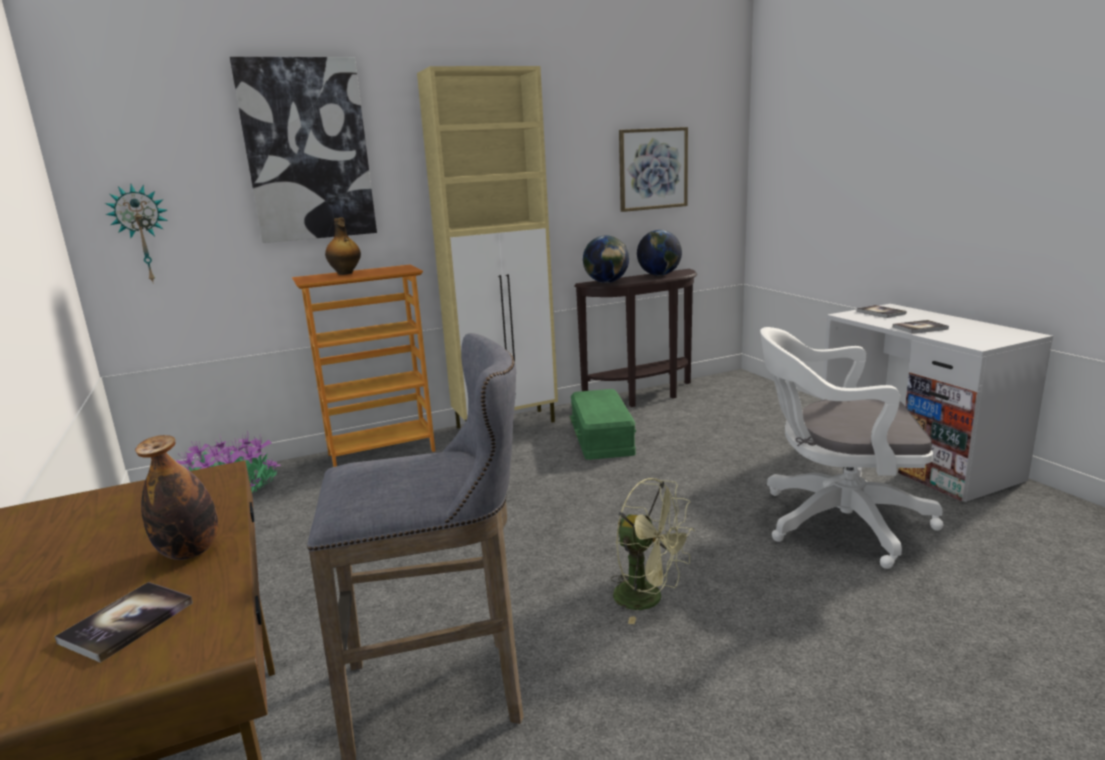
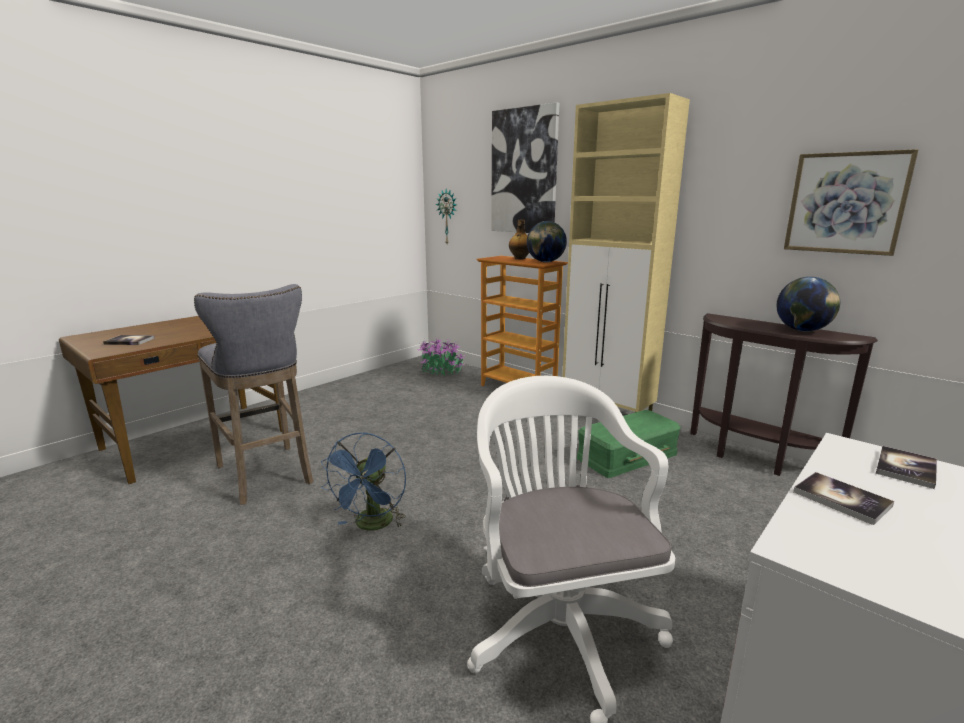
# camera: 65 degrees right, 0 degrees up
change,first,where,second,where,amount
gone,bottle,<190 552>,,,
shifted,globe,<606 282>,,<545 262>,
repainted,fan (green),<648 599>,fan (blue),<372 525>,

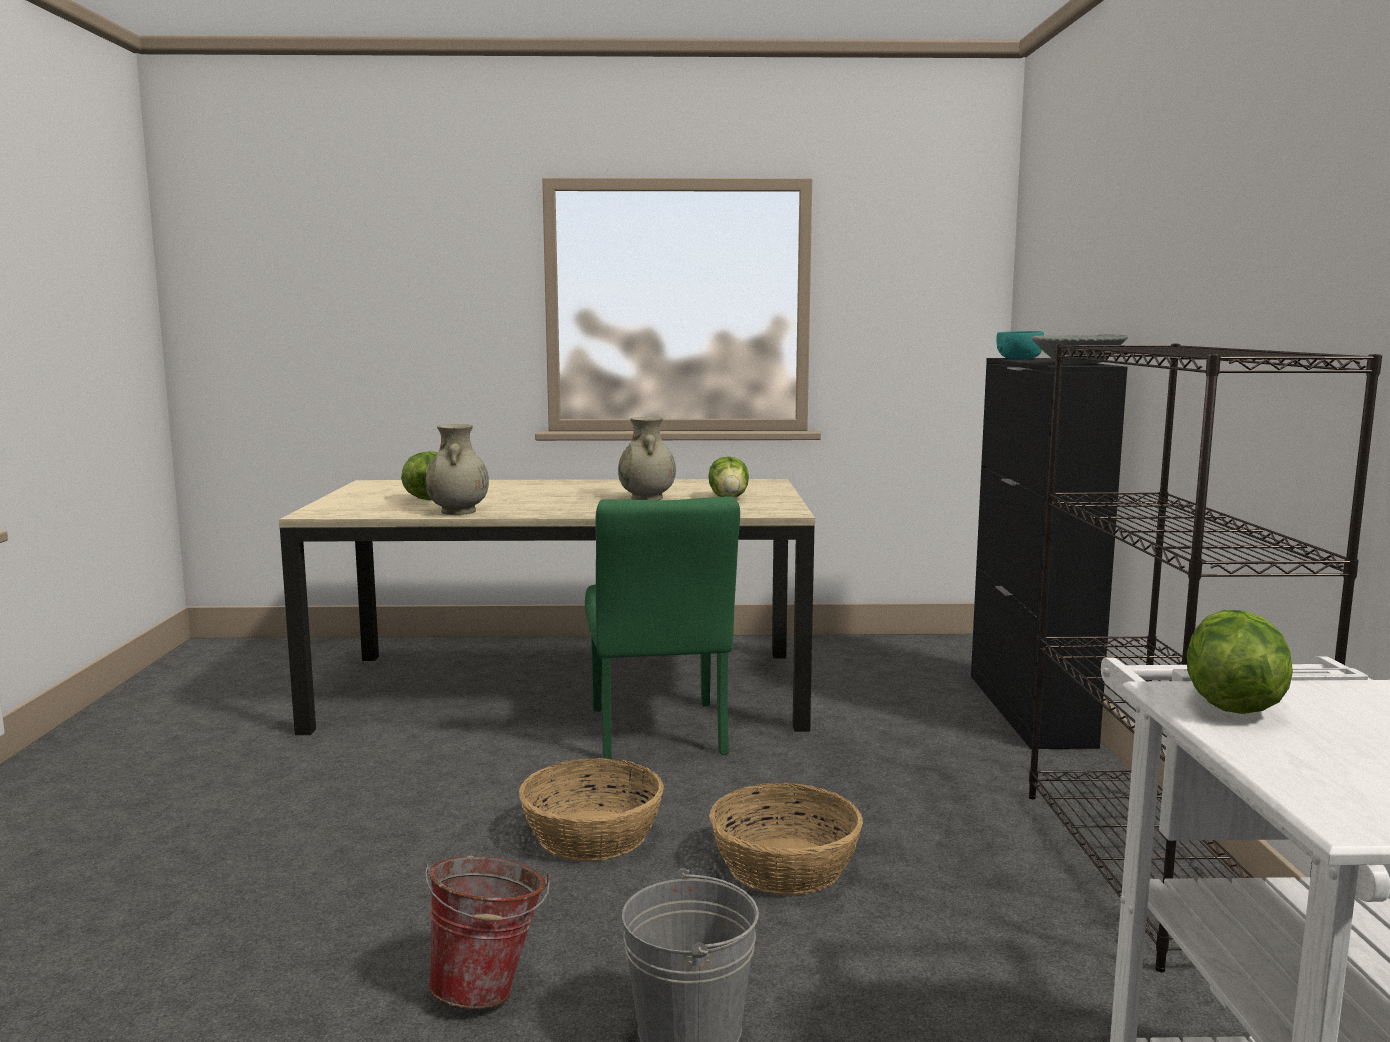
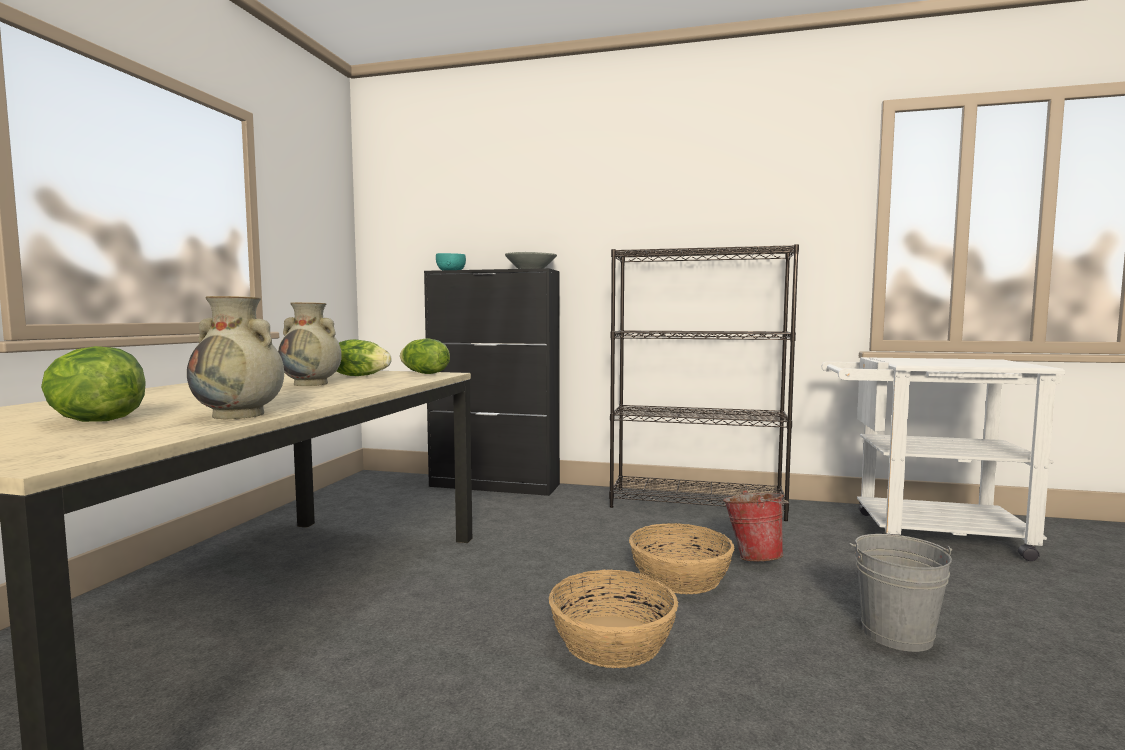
# camera: 75 degrees left, 5 degrees down
change,first,where,second,where,amount
shifted,bucket,<490 989>,,<754 556>,
gone,chair (green),<659 736>,,,
shifted,lettuce,<1229 703>,,<424 373>,

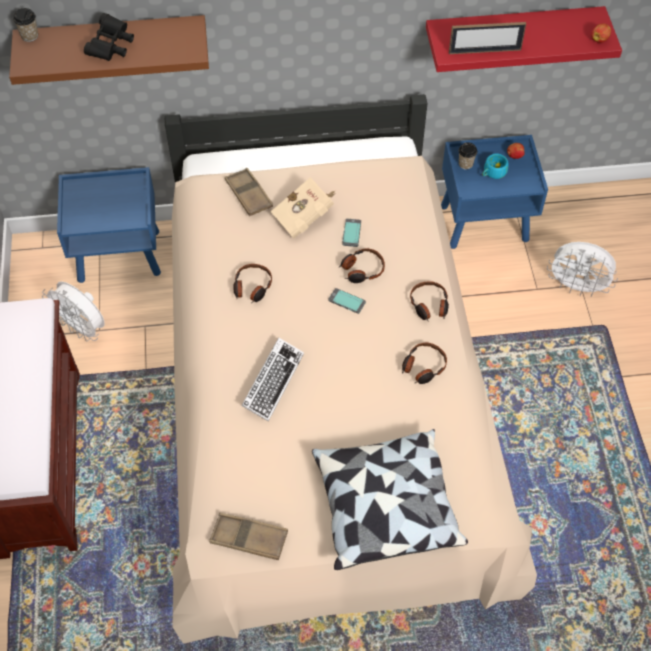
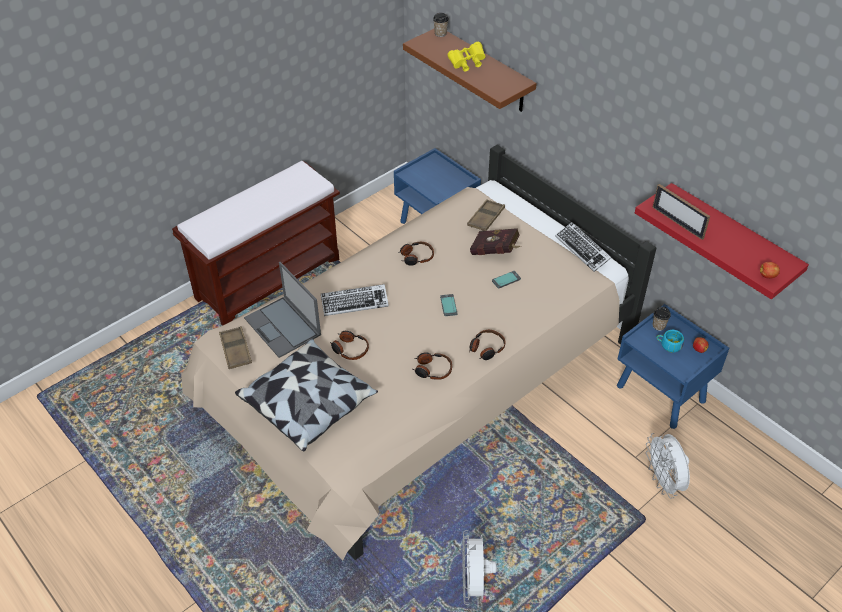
# camera: 55 degrees right, 10 degrees down
change,first,where,second,where,amount
shifted,fan (white),<83 328>,,<474 584>,
repainted,binoculars (black),<111 47>,binoculars (yellow),<467 63>,
repainted,book (beige),<305 217>,book (red),<496 252>,
shifted,headphones,<361 270>,,<349 349>,
new,,,laptop,<283 327>,
new,,,keyboard,<582 249>,

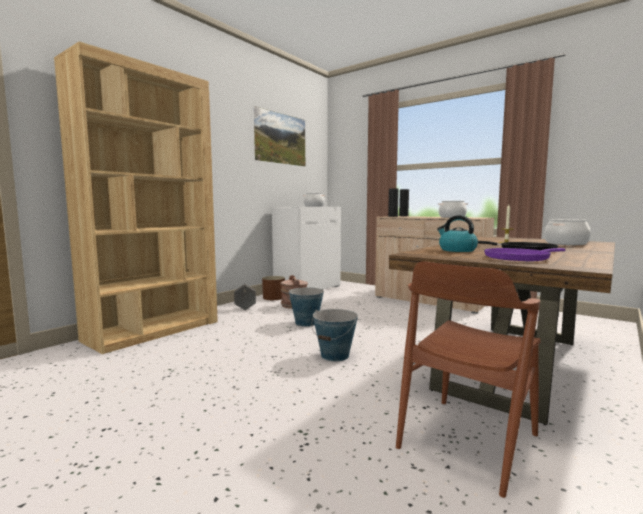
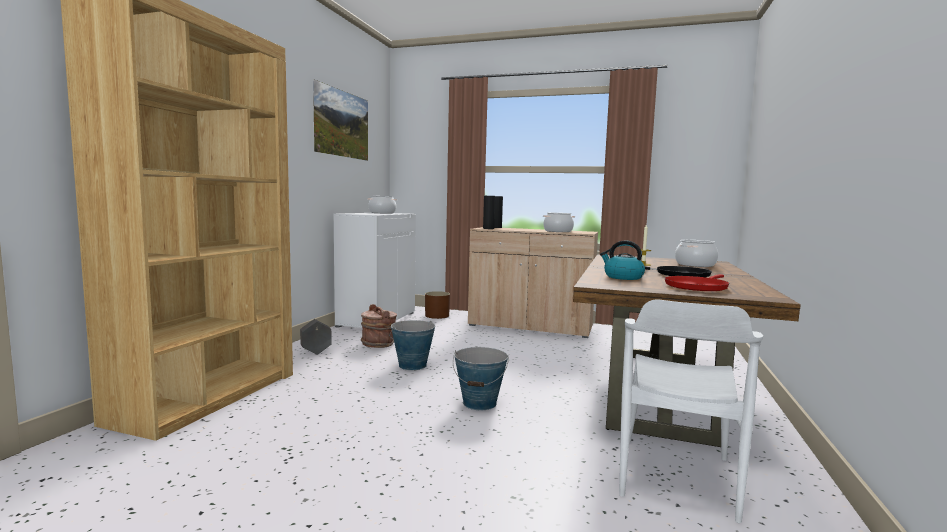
# camera: 20 degrees left, 0 degrees up
change,first,where,second,where,amount
shifted,planter (brown),<273 297>,,<437 315>,
repainted,chair (brown),<467 441>,chair (white),<675 476>,
repainted,frying pan (purple),<519 258>,frying pan (red),<697 287>,

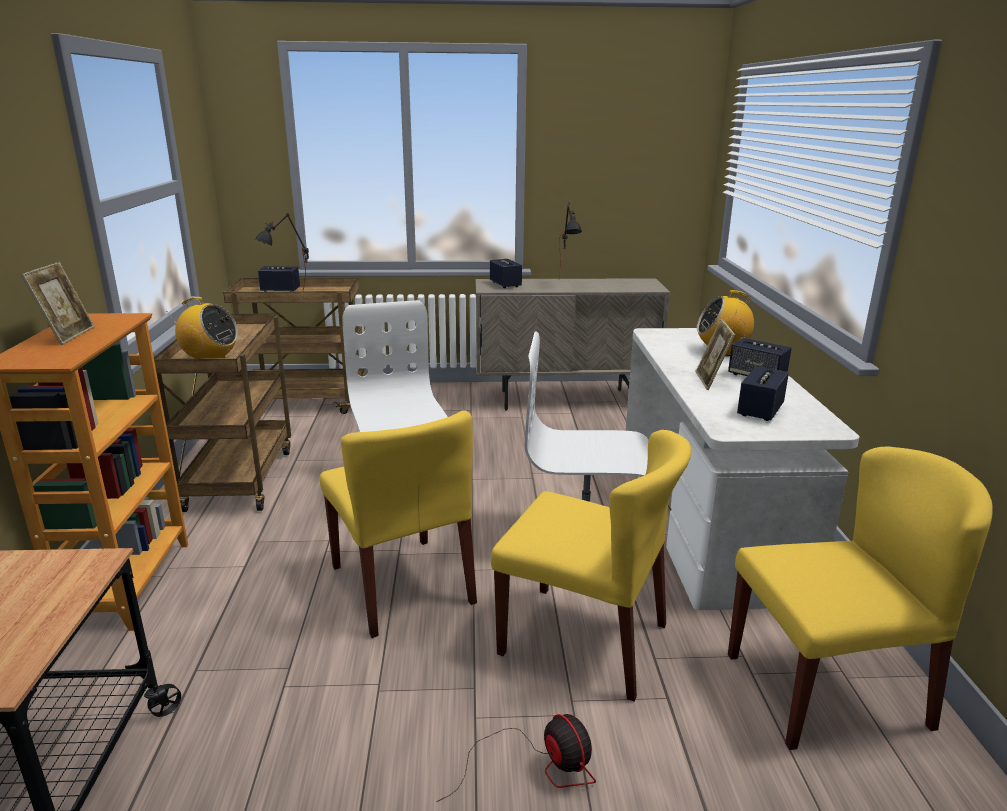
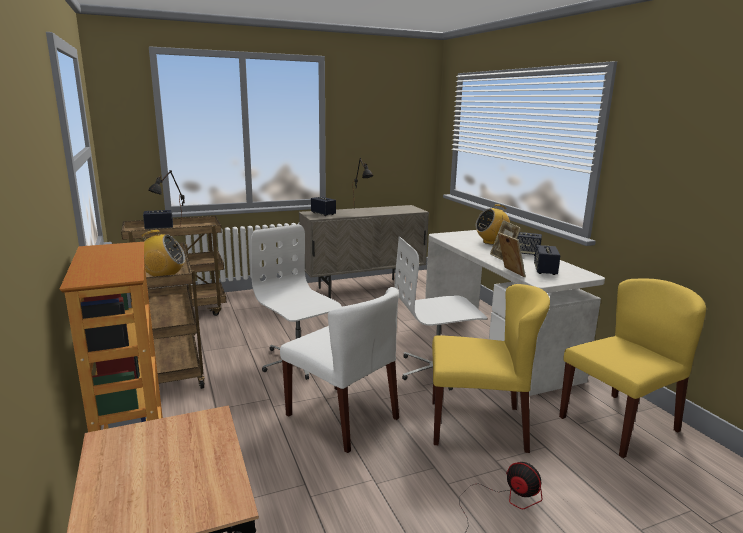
# camera: 20 degrees left, 5 degrees down
change,first,where,second,where,amount
shifted,picture frame,<67 336>,,<509 272>,
repainted,chair (yellow),<402 585>,chair (white),<343 417>,

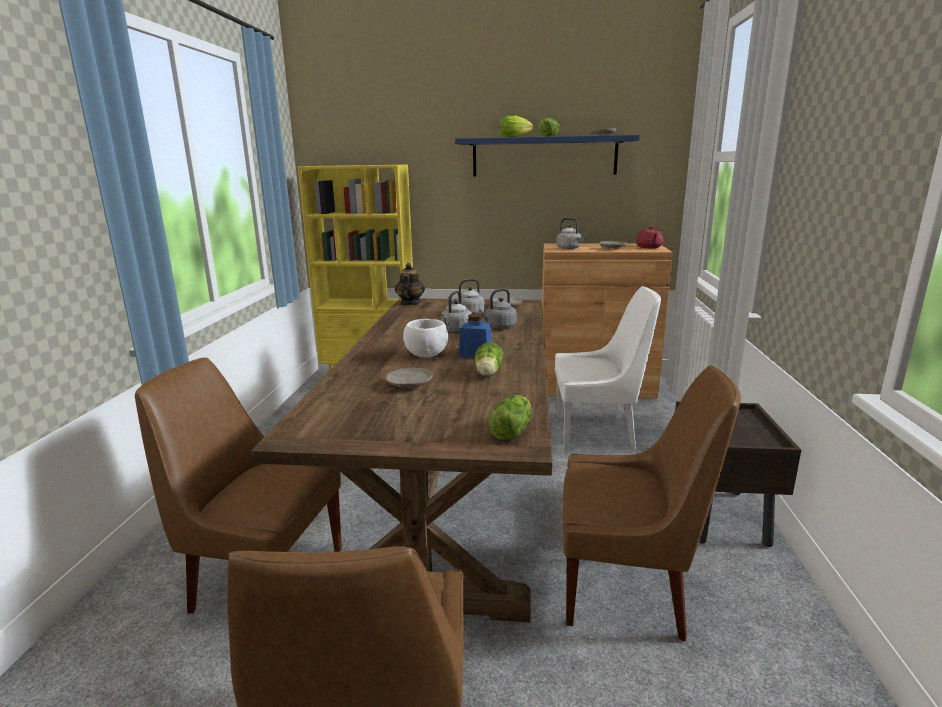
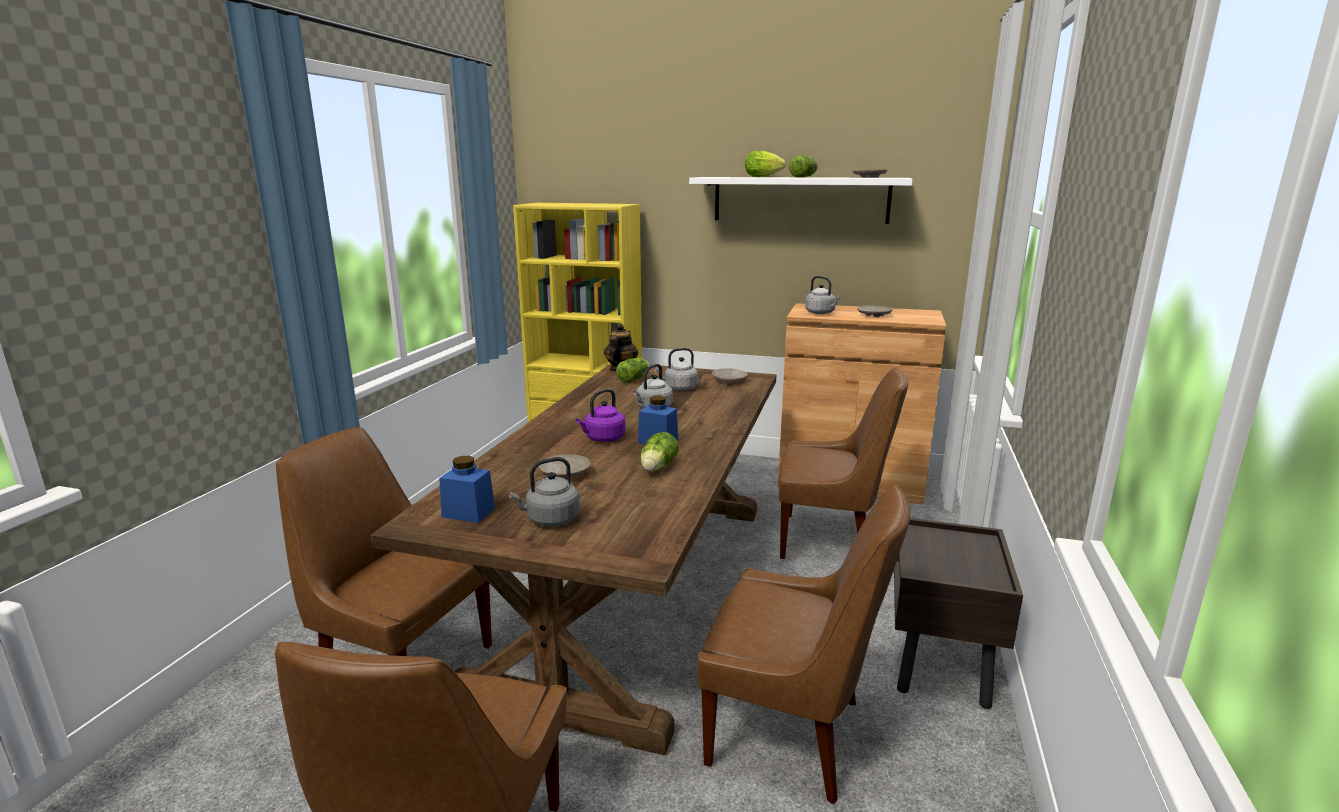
# camera: 10 degrees right, 0 degrees up
change,first,where,second,where,amount
swapped,bowl (white),<426 355>,kettle (purple),<603 439>,
repainted,shelf (blue),<544 157>,shelf (white),<800 199>,
shifted,kettle (grey),<499 327>,,<550 520>,
shifted,lettuce,<512 430>,,<635 379>,
repainted,chair (white),<598 432>,chair (brown),<830 541>,
gone,teapot (red),<649 247>,,,
new,,,jar (blue),<468 512>,

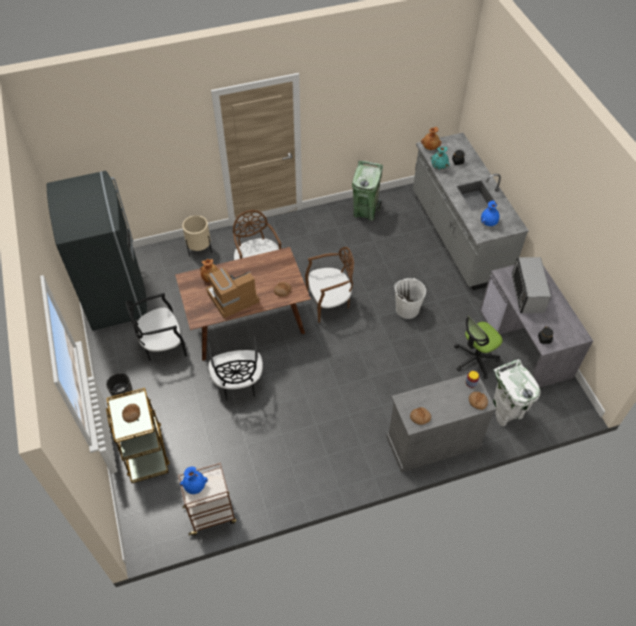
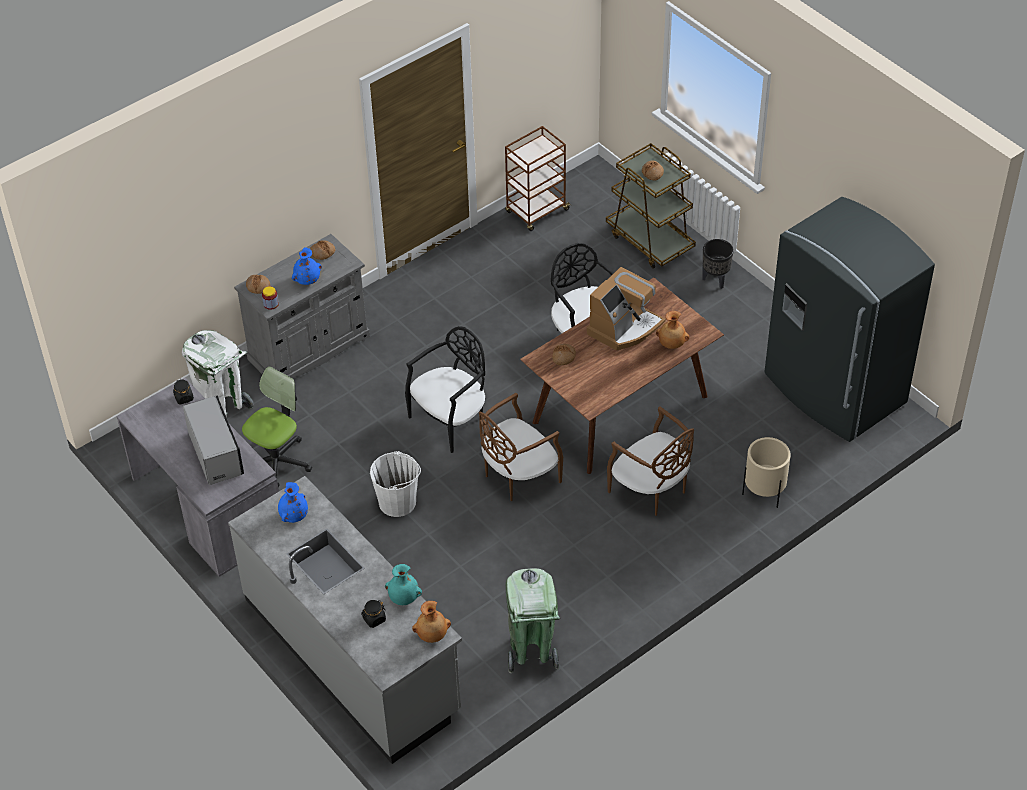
# camera: 160 degrees right, 5 degrees down
change,first,where,second,where,amount
shifted,chair (black),<162 345>,,<451 420>,
shifted,vase (blue),<195 486>,,<307 280>,

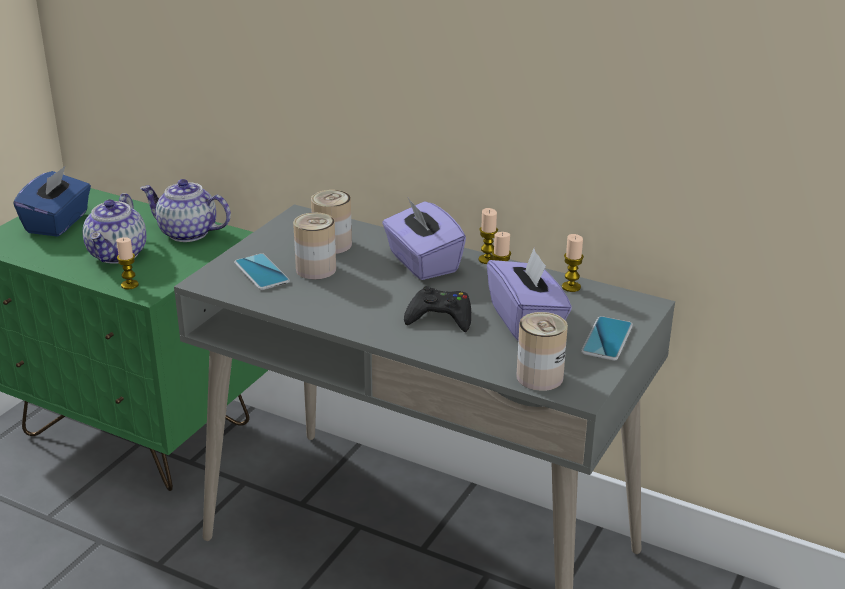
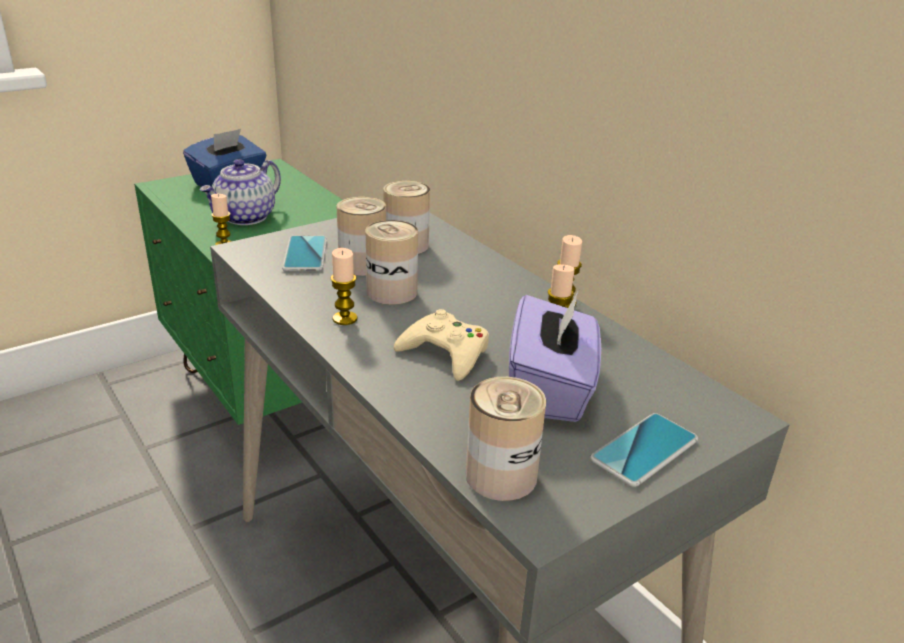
# camera: 25 degrees right, 0 degrees up
change,first,where,second,where,amount
gone,teapot,<187 233>,,,
gone,tissue box (purple),<422 262>,,,
repainted,game controller (black),<440 316>,game controller (beige),<445 353>,
shifted,candle,<571 287>,,<345 319>,
new,,,can,<392 292>,

